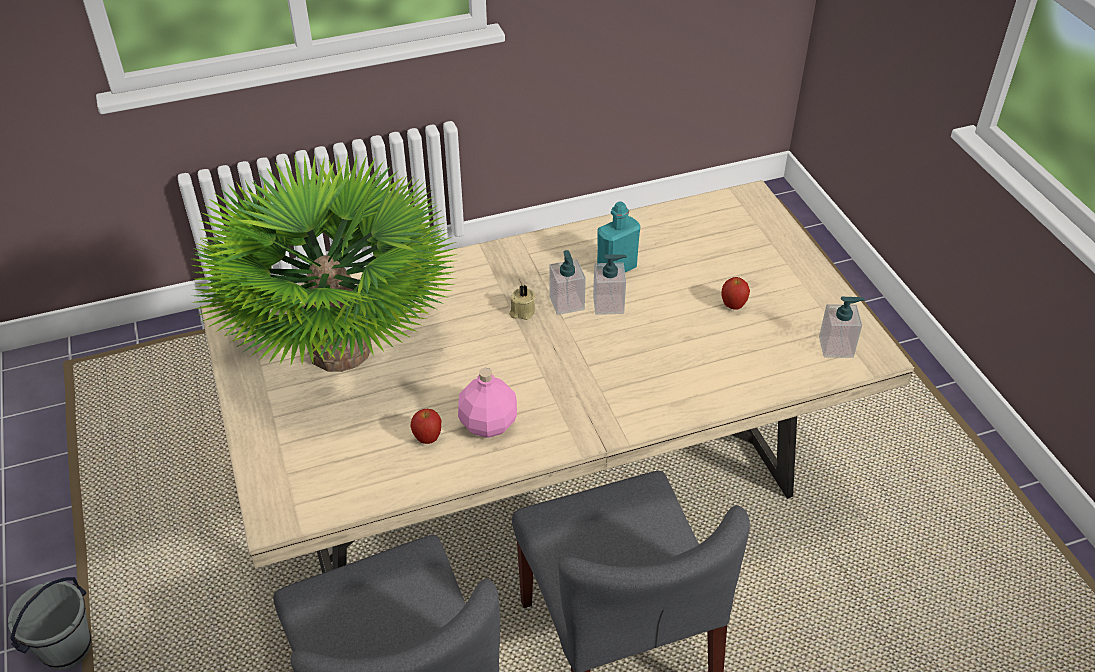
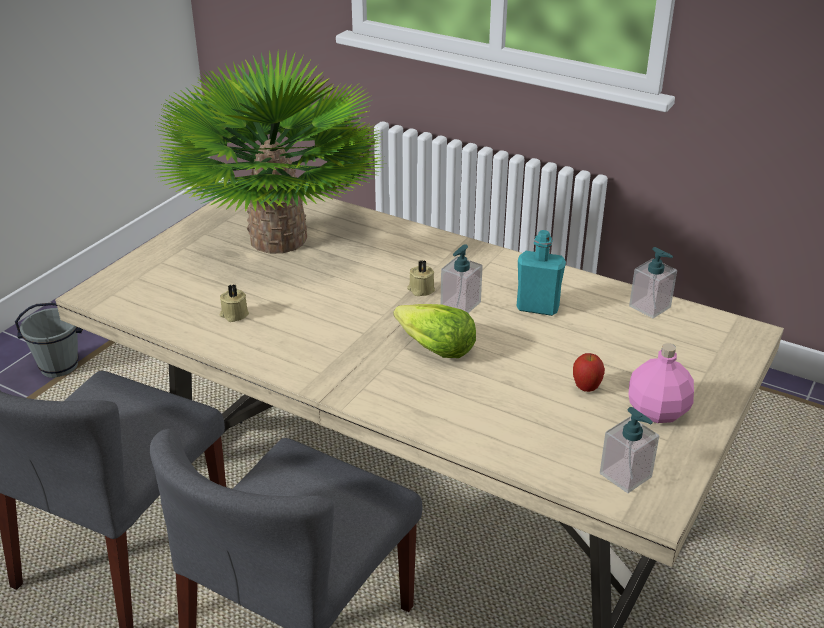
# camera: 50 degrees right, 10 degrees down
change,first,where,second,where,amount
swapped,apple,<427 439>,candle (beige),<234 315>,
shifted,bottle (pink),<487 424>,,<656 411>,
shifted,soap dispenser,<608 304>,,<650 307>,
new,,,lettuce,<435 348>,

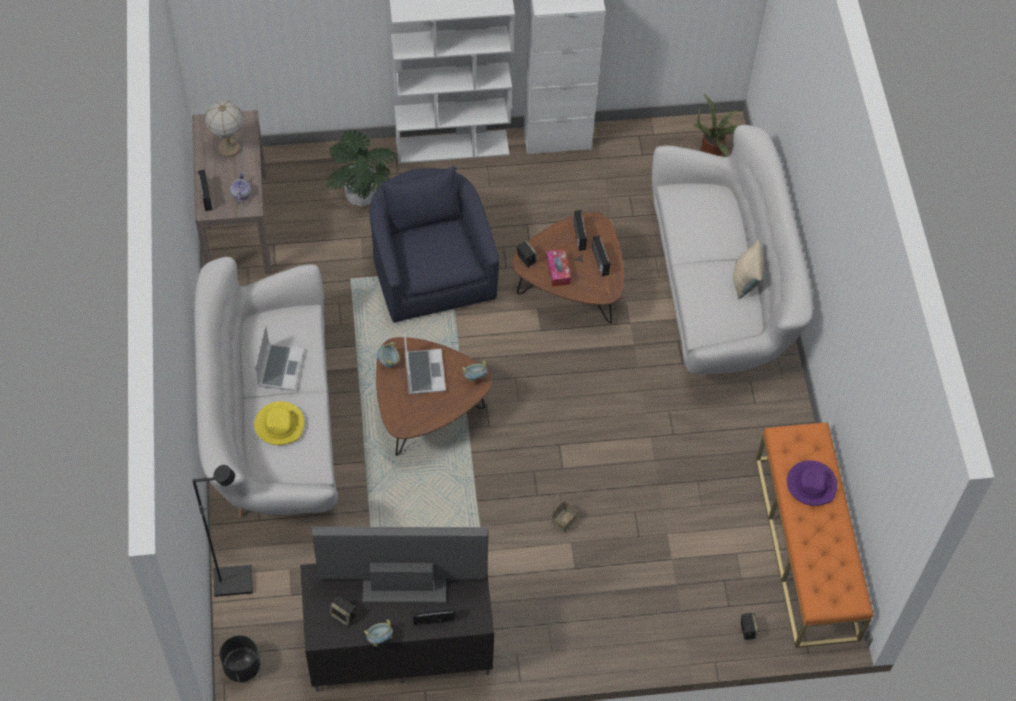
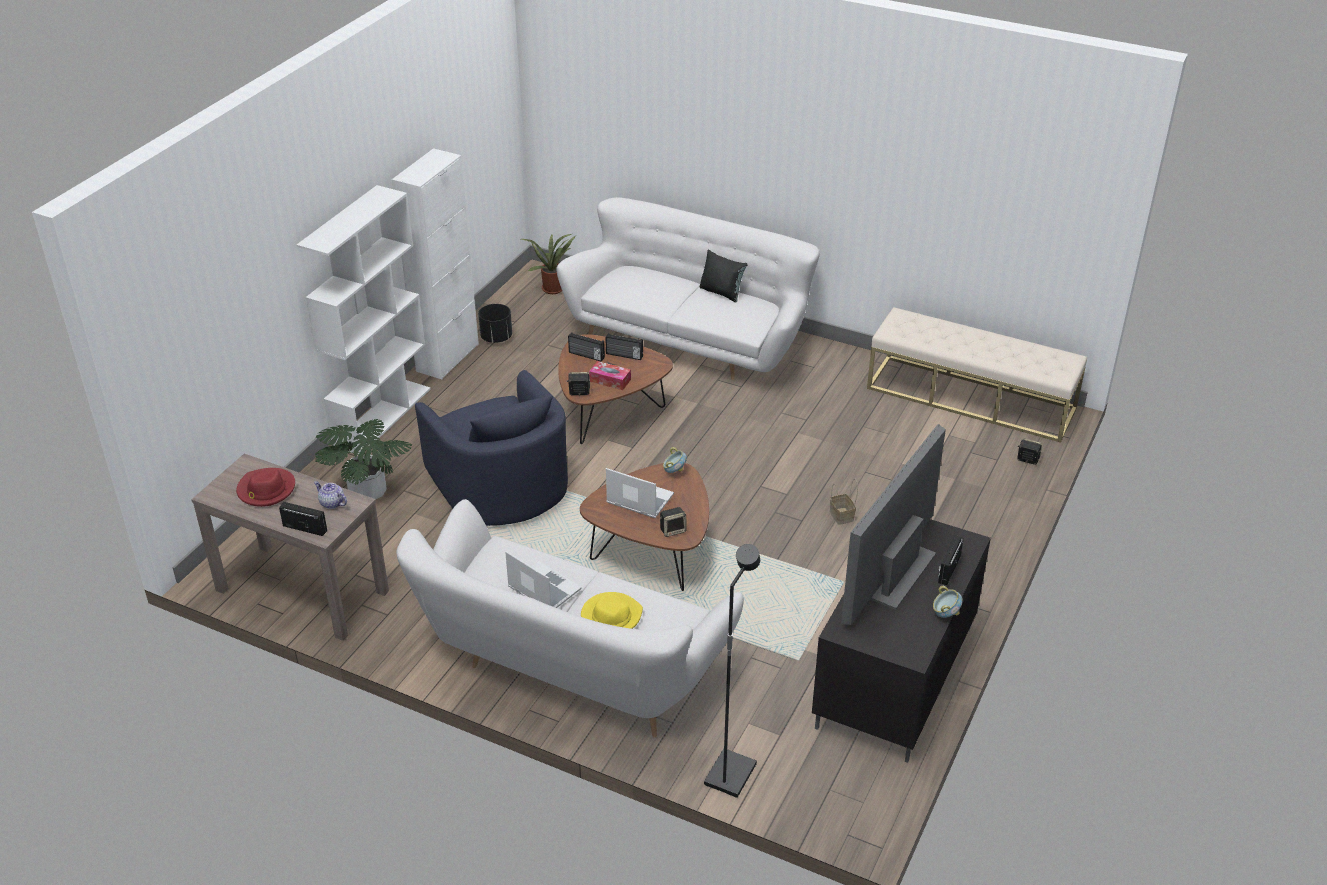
# camera: 55 degrees left, 20 degrees down
change,first,where,second,where,amount
swapped,table lamp,<229 148>,hat (red),<266 490>,
shifted,planter (black),<241 666>,,<496 338>,
shifted,speaker,<344 615>,,<673 530>,
rotated,armchair (blue),<431 270>,,<500 484>,135 degrees counterclockwise
gone,bowl,<389 362>,,,
repainted,pillow (beige),<745 281>,pillow (black),<722 292>,
repainted,bench (orange),<806 547>,bench (beige),<971 398>,
gone,hat (purple),<811 484>,,,

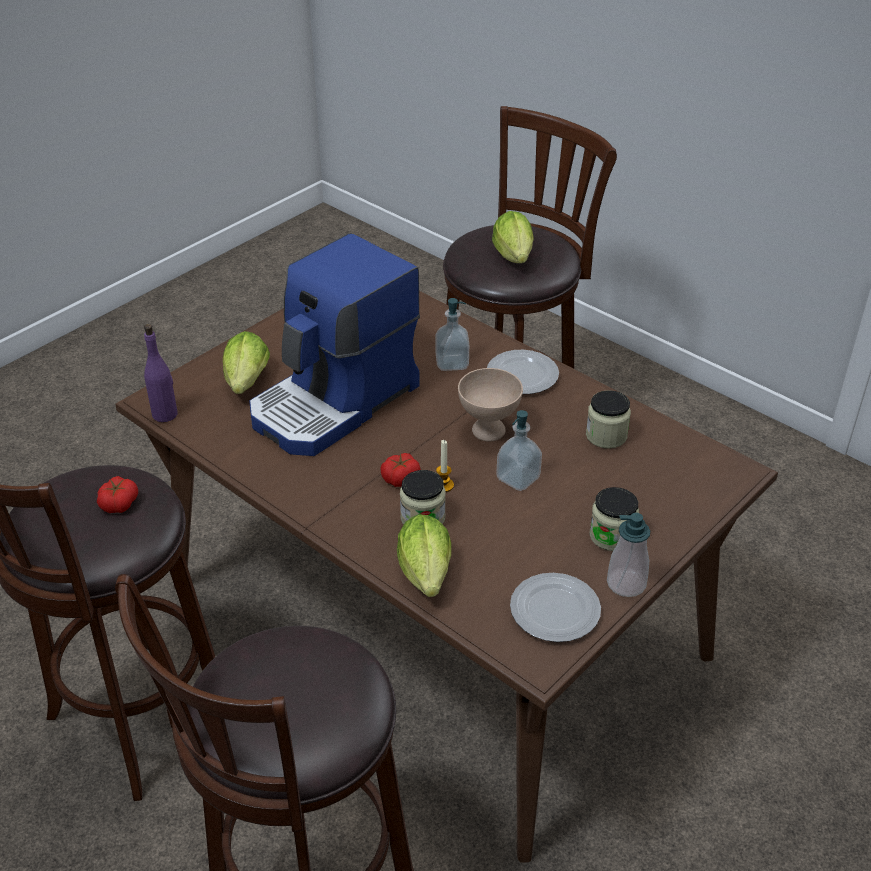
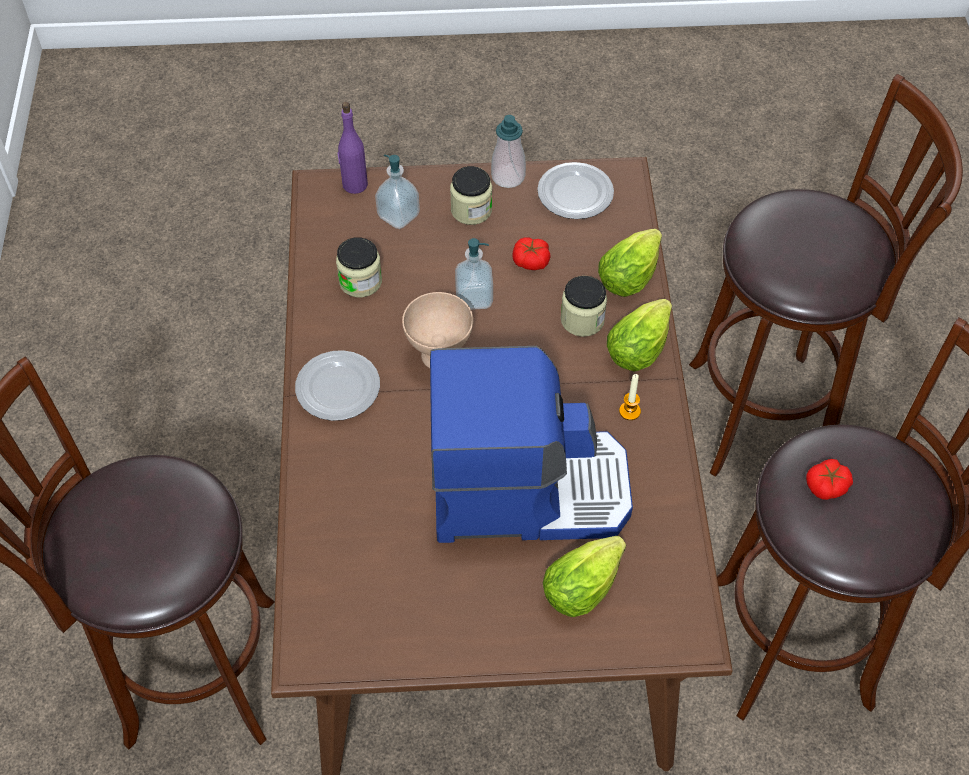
# camera: 135 degrees left, 15 degrees up
change,first,where,second,where,amount
shifted,bottle (purple),<165 414>,,<354 184>,
shifted,tomato,<400 478>,,<531 261>,
shifted,soap dispenser,<452 363>,,<398 215>,
shifted,candle,<443 485>,,<629 411>,
shifted,lettuce,<514 258>,,<641 346>,

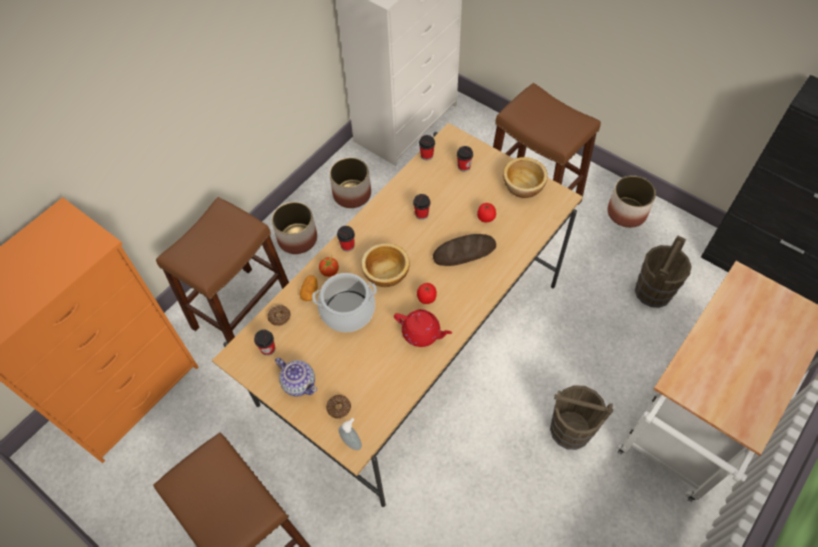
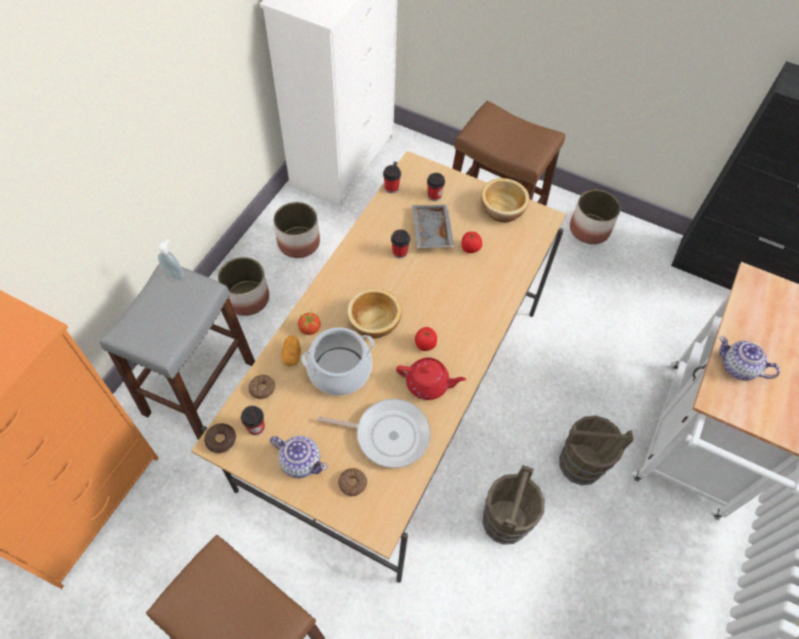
# camera: 15 degrees left, 0 degrees up
change,first,where,second,where,amount
repainted,stool (brown),<243 311>,stool (grey),<200 387>,
gone,cup,<347 246>,,,
shifted,soap dispenser,<352 442>,,<175 274>,
gone,bread,<464 252>,,,
shifted,bucket (brown),<653 291>,,<505 521>,
new,,,donut,<221 440>,
new,,,frying pan,<388 434>,
new,,,tray (grey),<430 231>,
new,,,teapot,<738 368>,

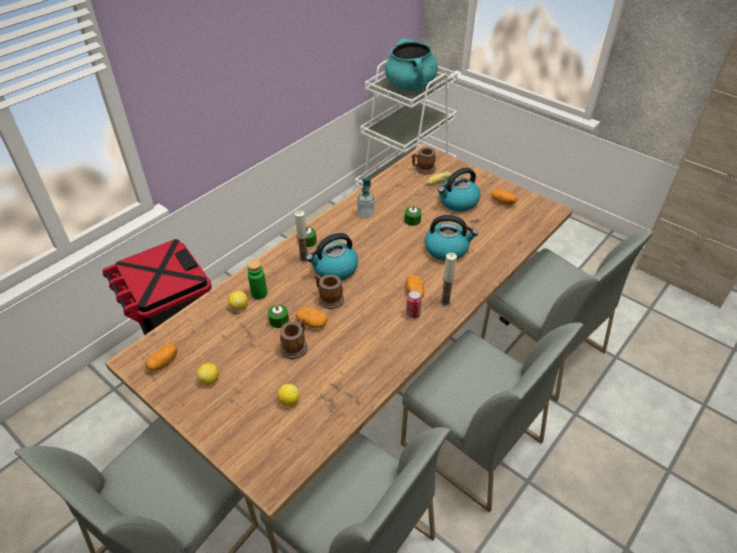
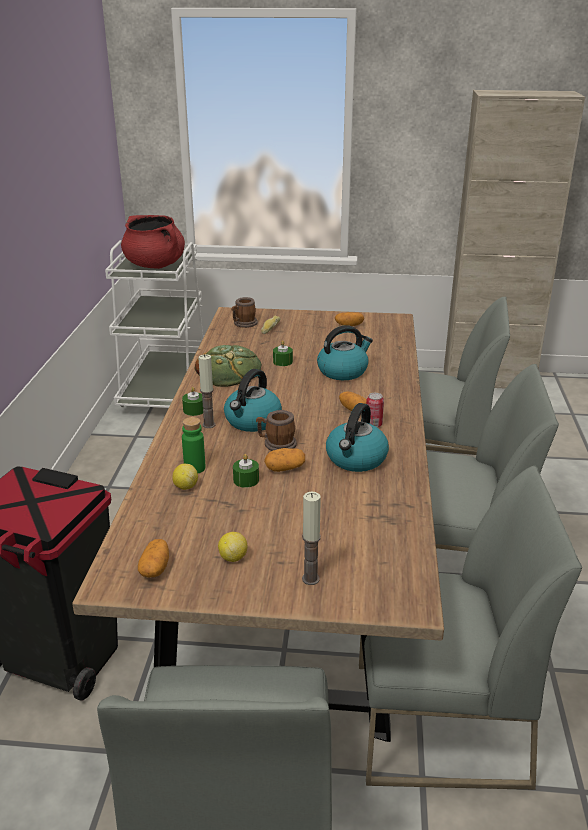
# camera: 35 degrees left, 15 degrees down
change,first,where,second,where,amount
gone,lemon,<289 401>,,,
gone,mug,<295 346>,,,
swapped,soap dispenser,<365 214>,bread,<229 371>,
repainted,cooking pot (turquoise),<410 86>,cooking pot (red),<155 265>,
shifted,kettle,<457 202>,,<356 459>,
shifted,candle,<445 302>,,<310 579>,

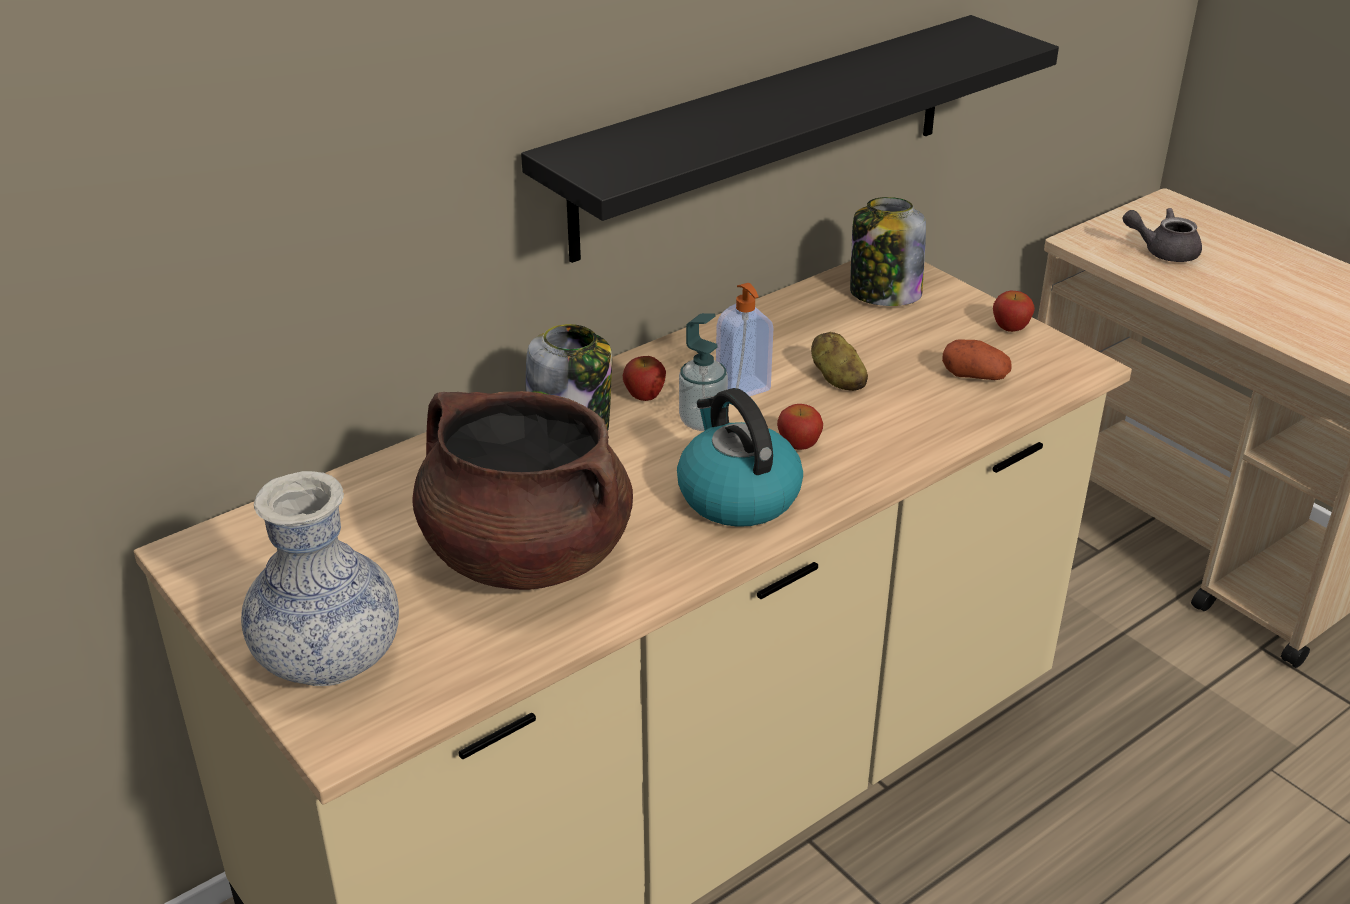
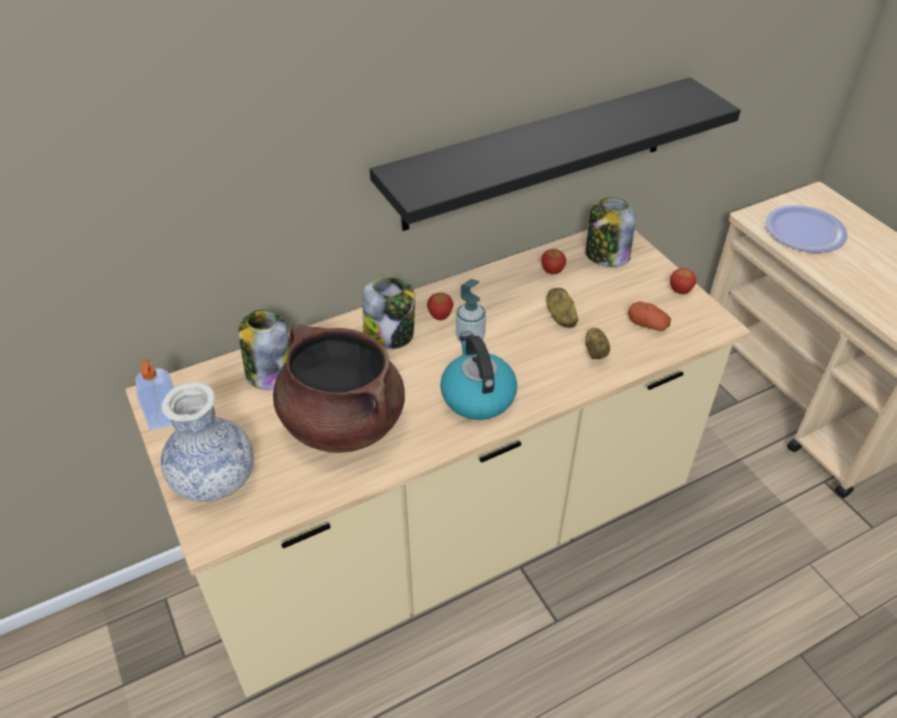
# camera: 10 degrees right, 10 degrees up
change,first,where,second,where,amount
shifted,soap dispenser,<744 389>,,<166 420>,
shifted,apple,<798 445>,,<552 271>,
swapped,teapot (grey),<1163 251>,plate,<804 231>,
new,,,jar,<269 373>,
new,,,potato,<596 352>,

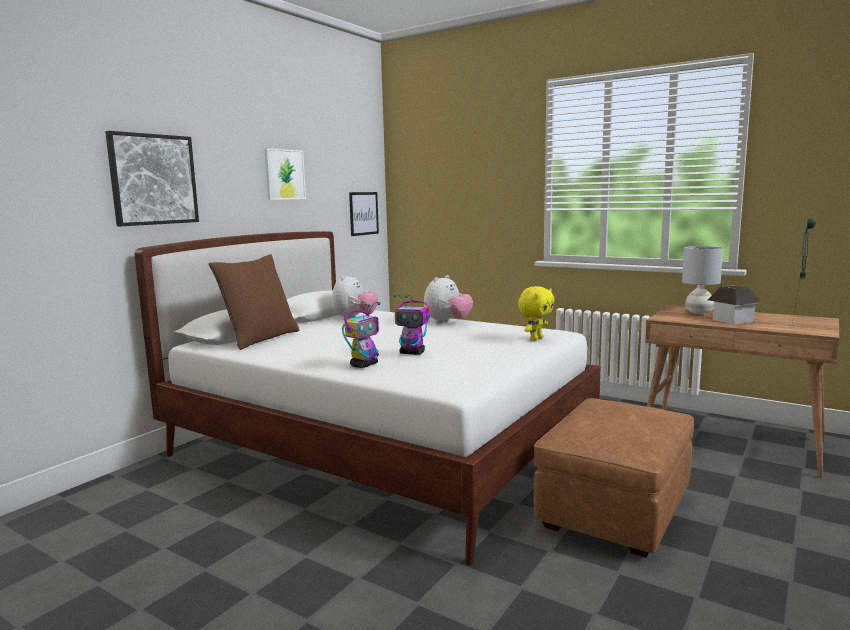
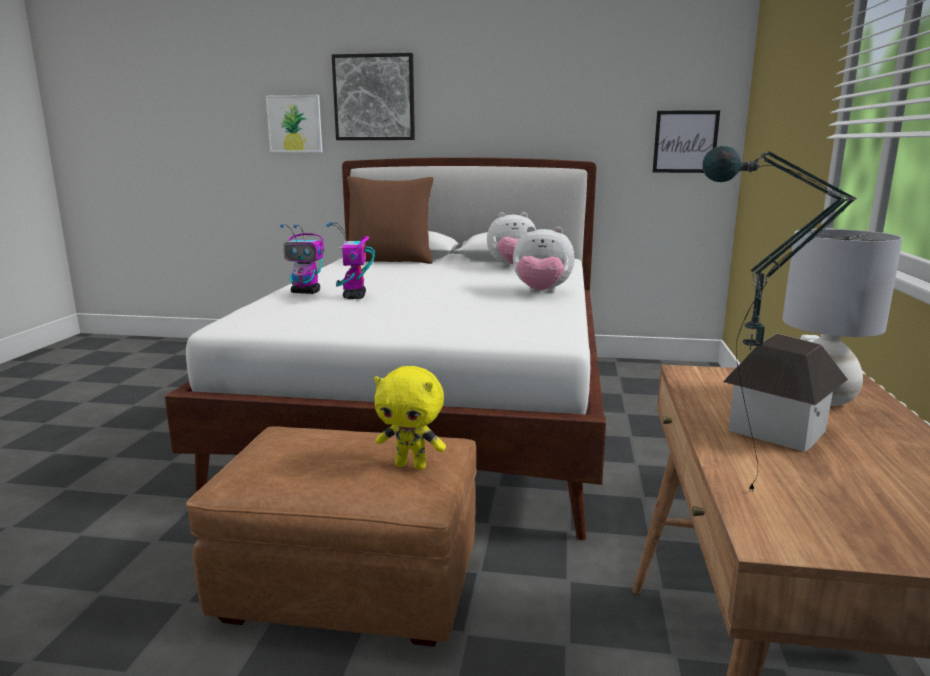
# camera: 65 degrees right, 5 degrees up
change,first,where,second,where,amount
shifted,picture,<284 174>,,<294 124>,
shifted,plush toy (yellow),<535 339>,,<411 465>,

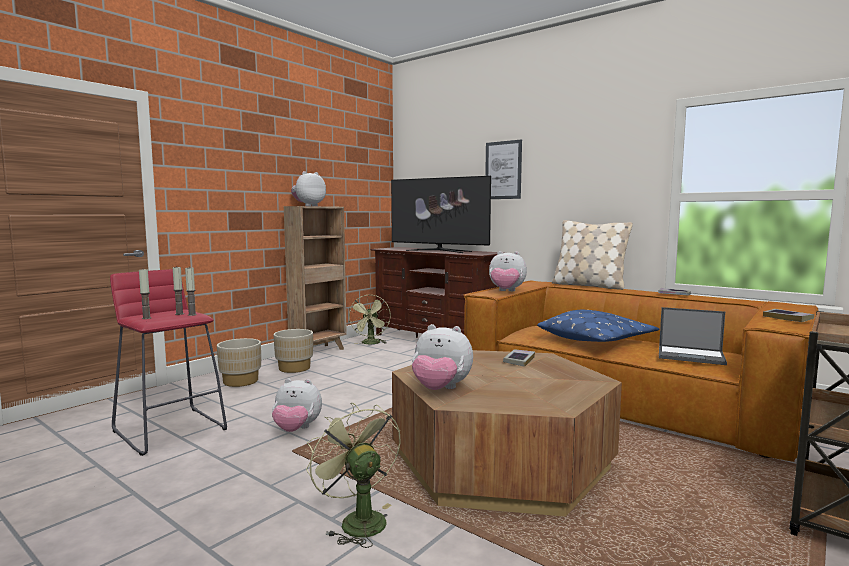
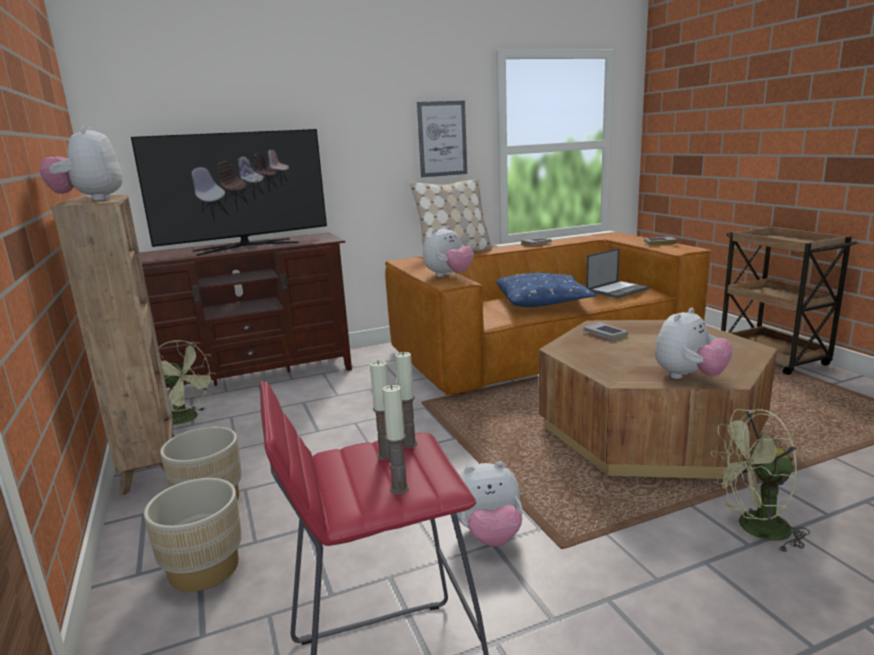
# camera: 60 degrees left, 10 degrees up
change,first,where,second,where,amount
rotated,plush toy,<296 429>,,<488 535>,45 degrees clockwise
shifted,picture,<503 170>,,<442 139>,

